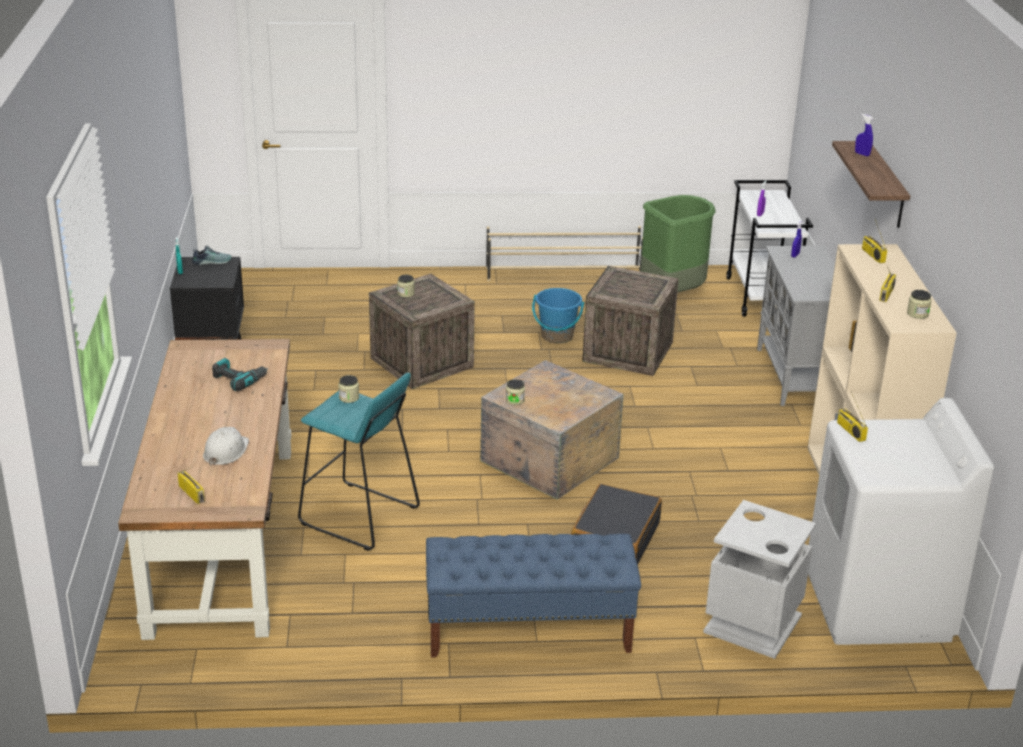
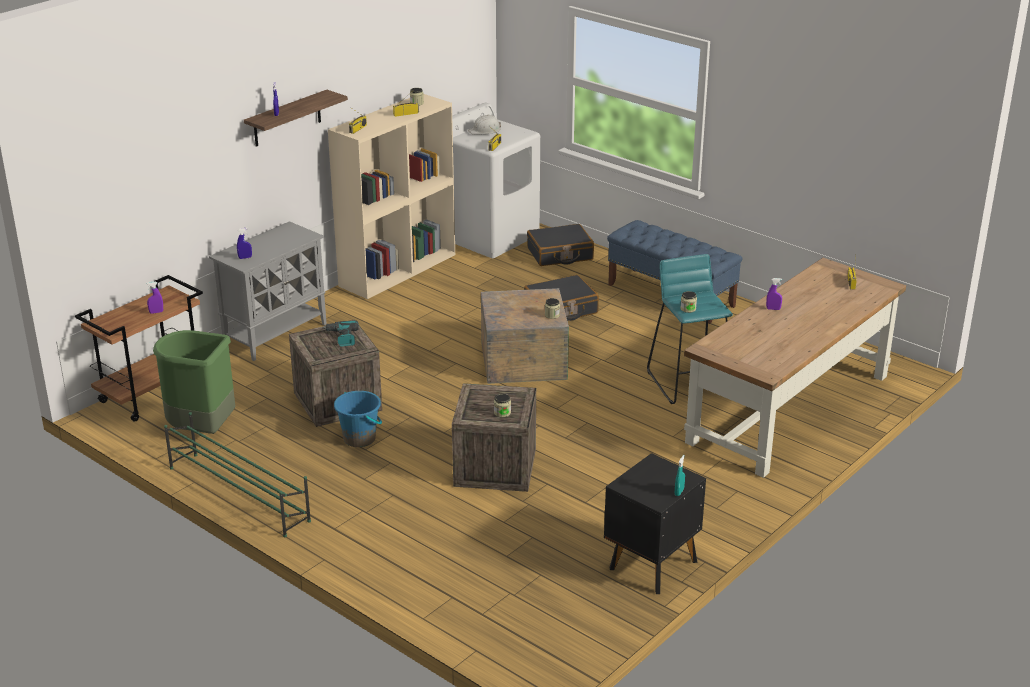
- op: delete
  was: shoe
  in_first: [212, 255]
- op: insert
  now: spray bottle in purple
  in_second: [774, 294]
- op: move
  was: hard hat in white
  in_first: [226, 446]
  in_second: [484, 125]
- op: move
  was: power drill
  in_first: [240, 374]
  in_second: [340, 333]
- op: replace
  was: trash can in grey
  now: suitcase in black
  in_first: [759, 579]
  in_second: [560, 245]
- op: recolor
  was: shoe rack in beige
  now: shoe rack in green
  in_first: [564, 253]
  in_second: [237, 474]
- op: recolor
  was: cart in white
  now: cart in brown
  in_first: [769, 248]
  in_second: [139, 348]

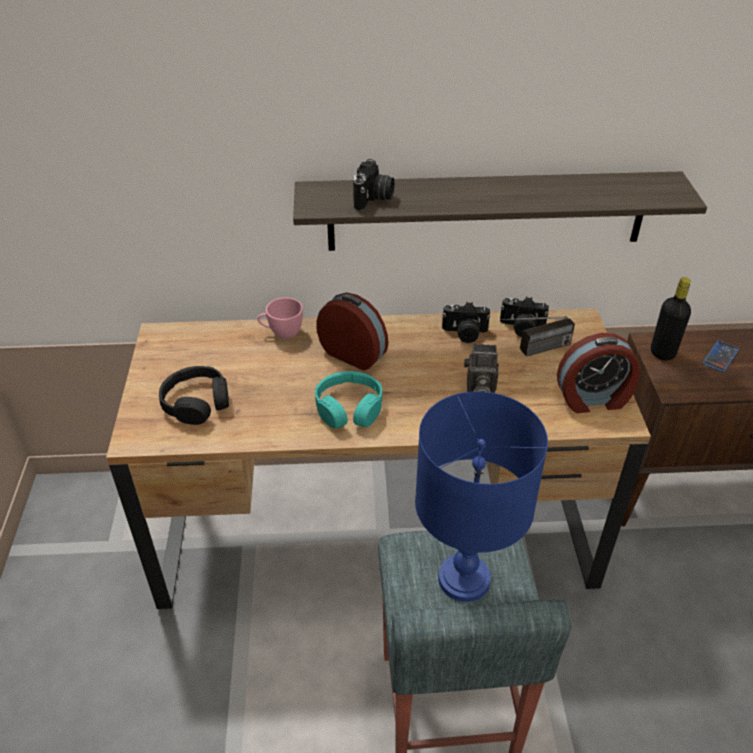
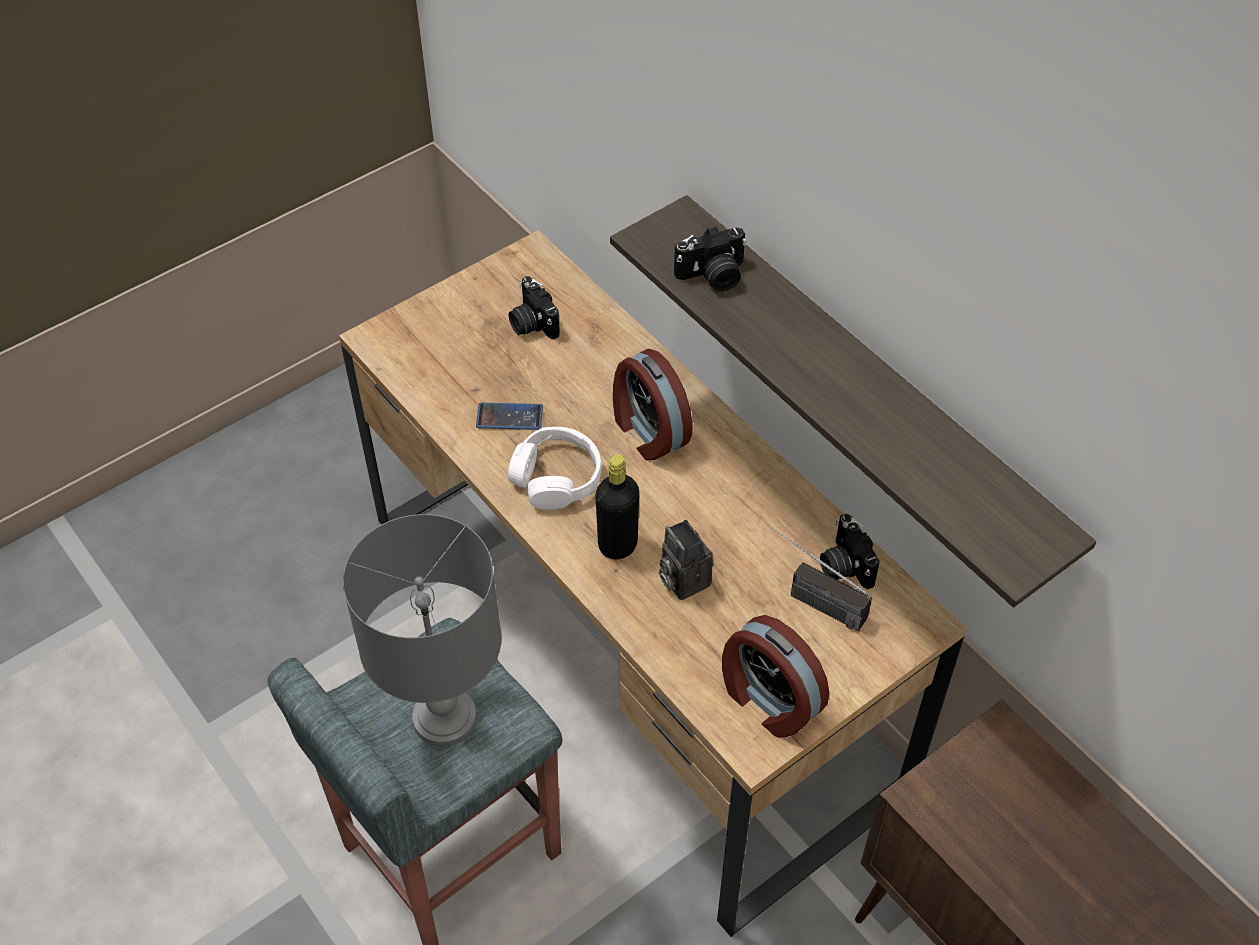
- op: delete
  was: headphones in black
  in_first: [194, 395]
- op: delete
  was: cup in pink
  in_first: [280, 318]
- op: move
  was: photo camera
  in_first: [466, 322]
  in_second: [534, 307]
- op: move
  was: bottle in black
  in_first: [671, 318]
  in_second: [617, 506]
- op: move
  was: phone
  in_first: [720, 356]
  in_second: [509, 416]
- op: recolor
  was: headphones in turquoise
  now: headphones in white
  in_first: [348, 400]
  in_second: [554, 468]
- op: recolor
  was: table lamp in blue
  now: table lamp in grey
  in_first: [481, 496]
  in_second: [422, 630]
- op: rotate
  was: alarm clock
  in_first: [352, 331]
  in_second: [653, 405]
  clockwise: 150

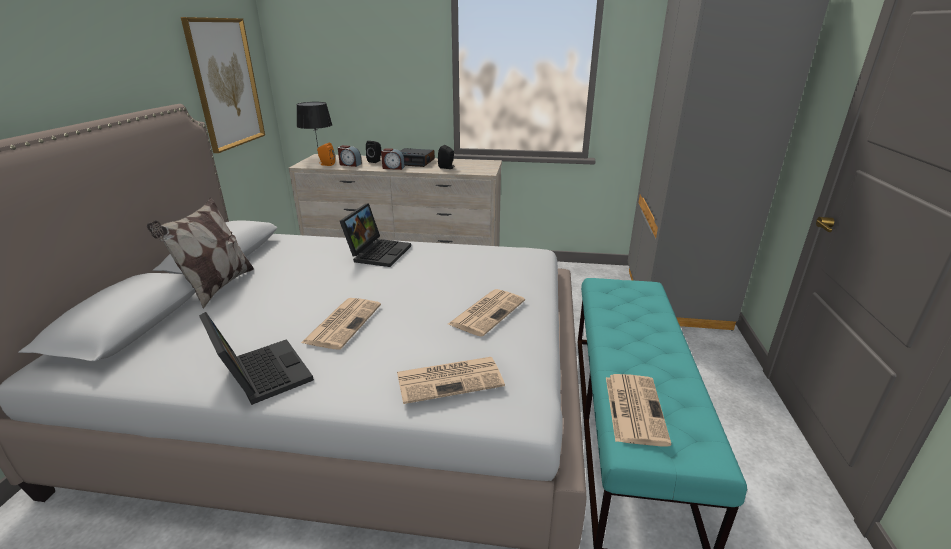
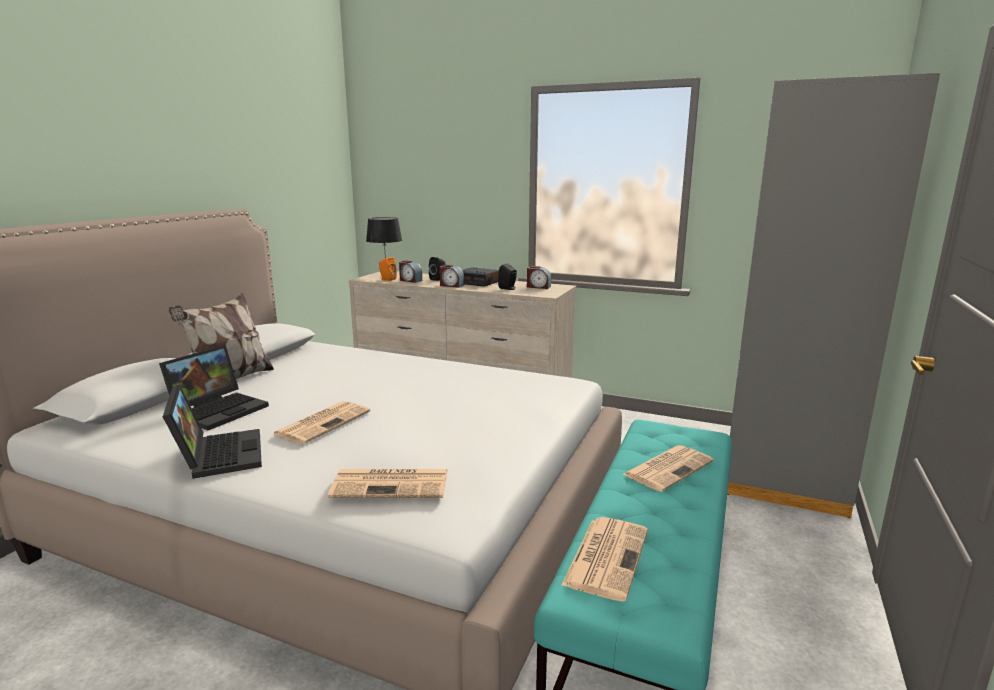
- op: delete
  was: picture
  in_first: [223, 85]
- op: insert
  now: alarm clock
  in_second: [539, 277]
- op: move
  was: laptop
  in_first: [375, 235]
  in_second: [214, 388]
- op: move
  was: newspaper
  in_first: [486, 313]
  in_second: [668, 468]

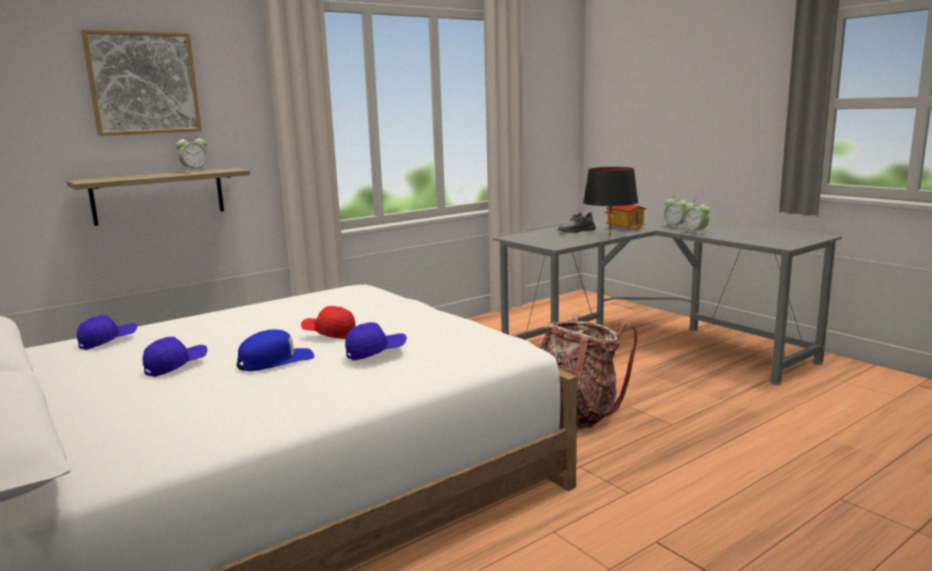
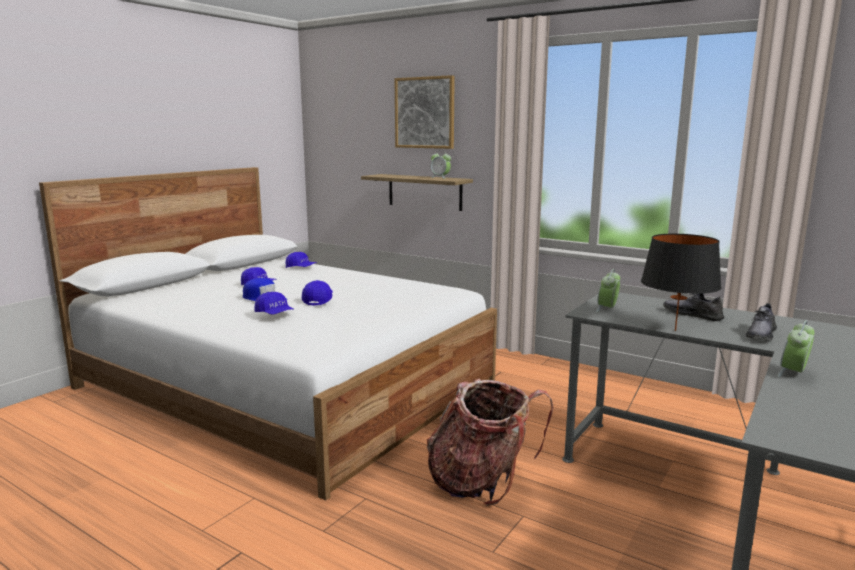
- op: move
  was: alarm clock
  in_first: [676, 212]
  in_second: [608, 290]
- op: replace
  was: toy house
  now: shoe in grey
  in_first: [626, 218]
  in_second: [761, 322]
- op: recolor
  was: cap in red
  now: cap in blue
  in_first: [328, 322]
  in_second: [317, 292]

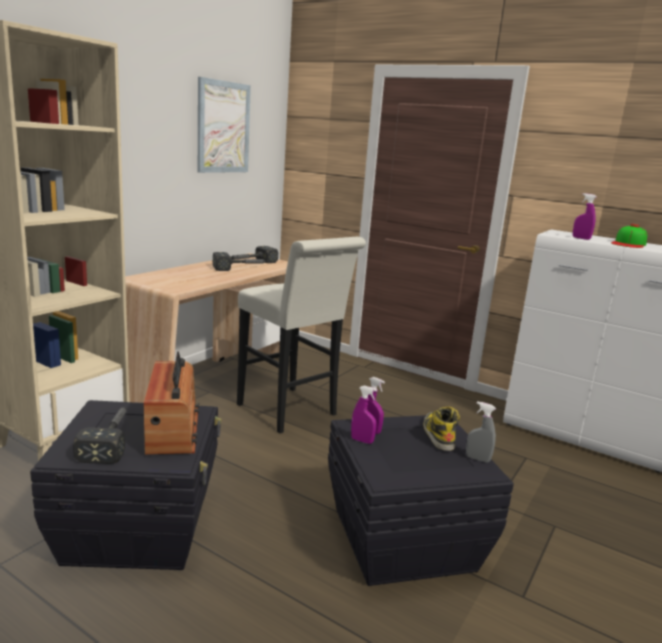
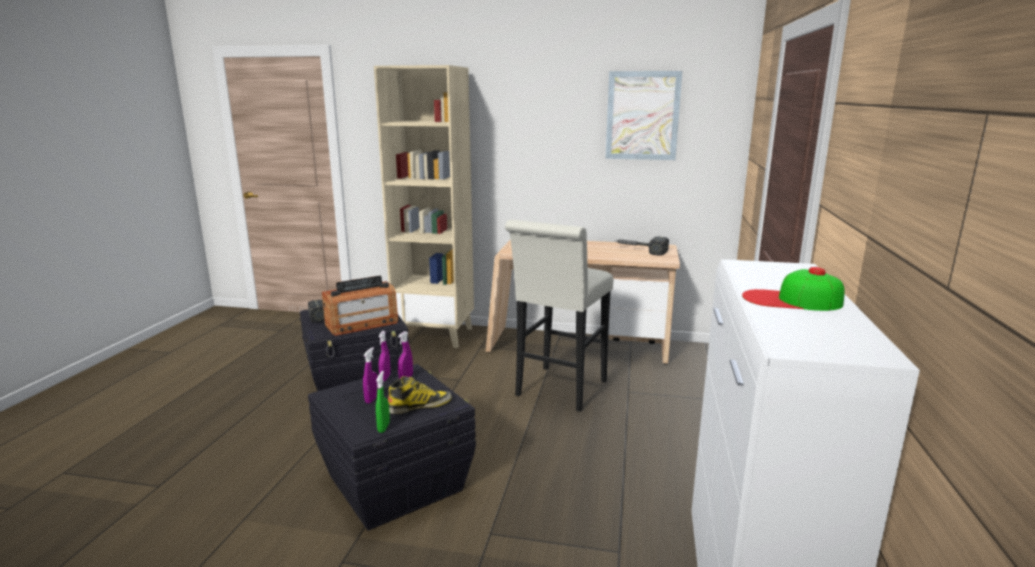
- op: delete
  was: hammer
  in_first: [240, 261]
- op: move
  was: spray bottle in purple
  in_first: [584, 216]
  in_second: [370, 375]
- op: recolor
  was: spray bottle in grey
  now: spray bottle in green
  in_first: [481, 432]
  in_second: [383, 402]

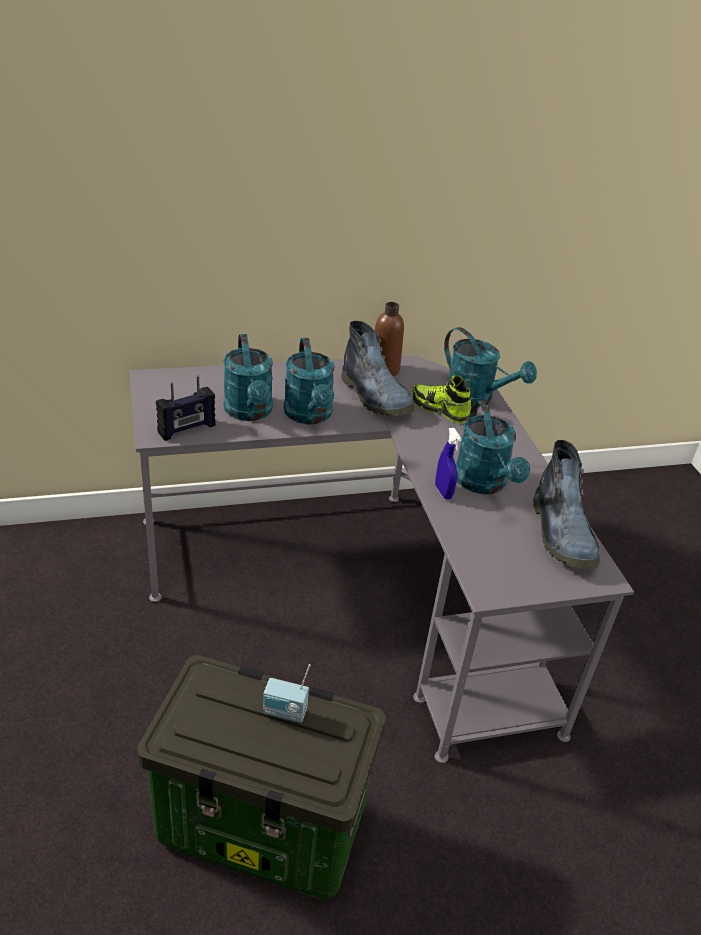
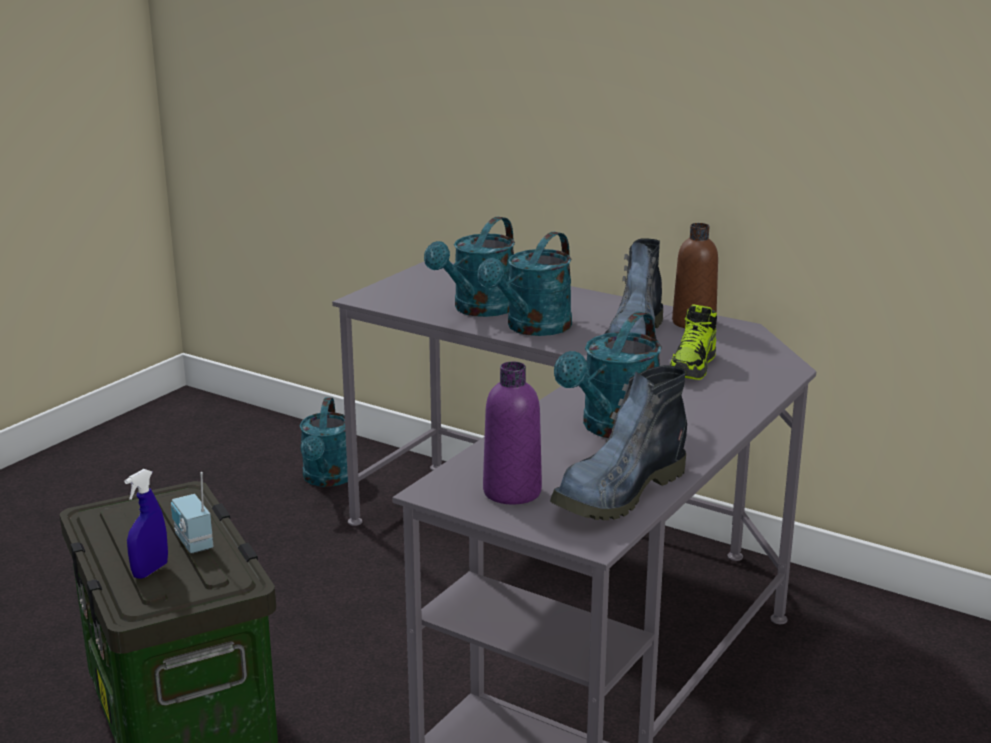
- op: delete
  was: radio
  in_first: [186, 408]
- op: insert
  now: bottle in purple
  in_second: [512, 433]
- op: move
  was: spray bottle in blue
  in_first: [448, 463]
  in_second: [146, 524]
- op: move
  was: watering can in turquoise
  in_first: [490, 367]
  in_second: [324, 442]
- op: rotate
  was: shoe
  in_first: [442, 399]
  in_second: [693, 342]
  clockwise: -150

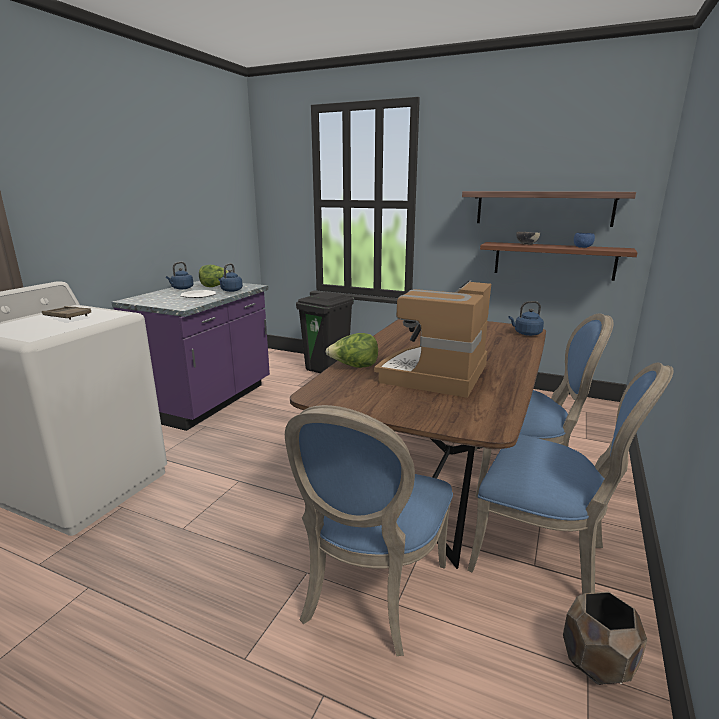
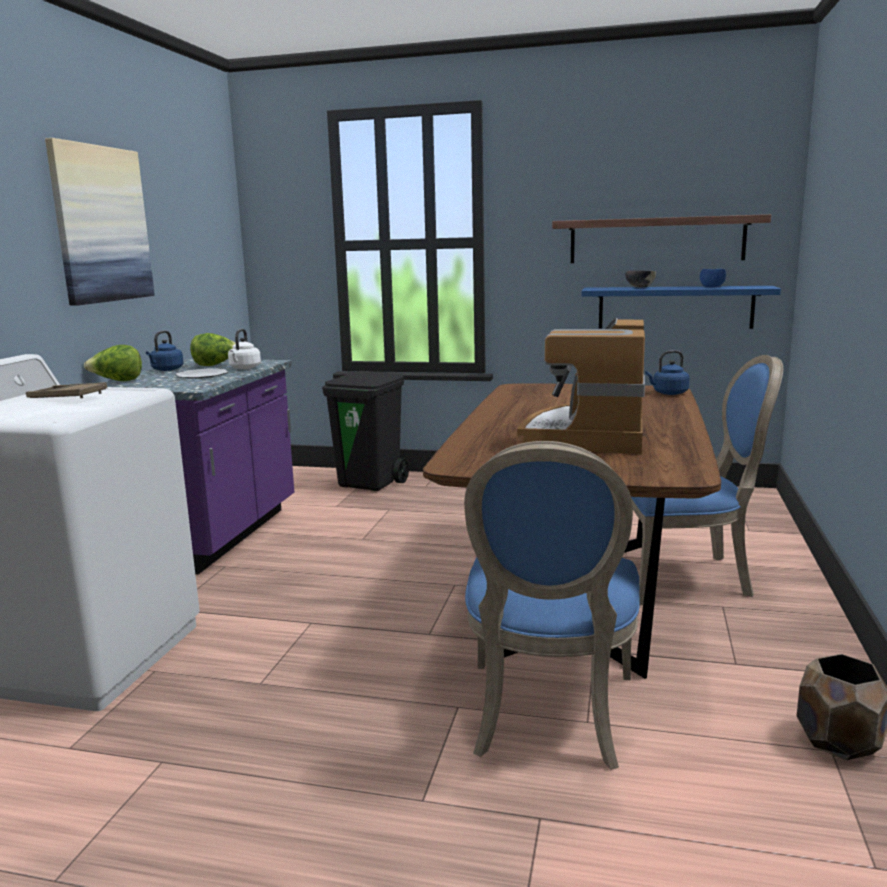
- op: delete
  was: chair in blue
  in_first: [570, 478]
- op: insert
  now: picture
  in_second: [100, 222]
- op: move
  was: lettuce
  in_first: [351, 350]
  in_second: [113, 363]
- op: recolor
  was: kettle in blue
  now: kettle in white
  in_first: [230, 277]
  in_second: [244, 349]
- op: recolor
  was: shelf in brown
  now: shelf in blue
  in_first: [559, 261]
  in_second: [681, 307]

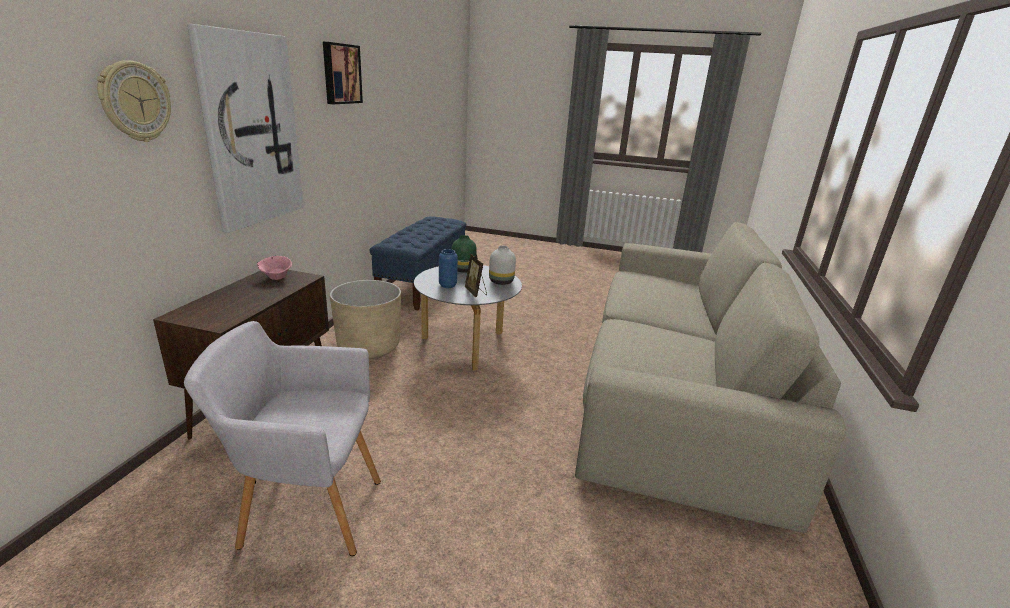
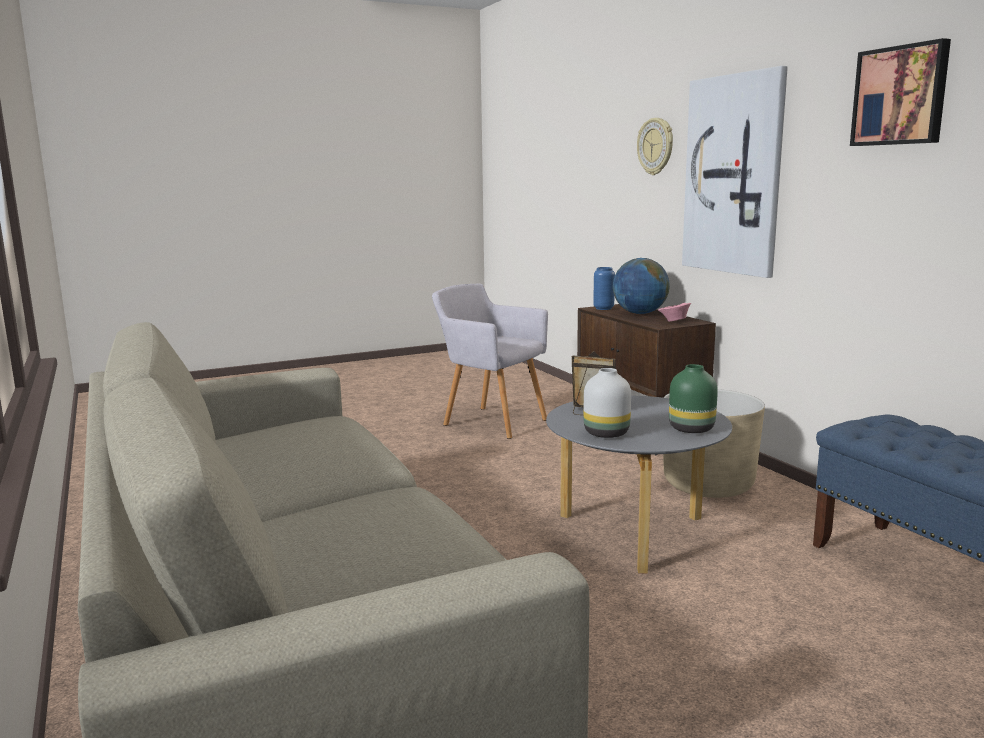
- op: insert
  now: globe
  in_second: [641, 286]
- op: move
  was: vase in blue
  in_first: [448, 268]
  in_second: [604, 288]
- op: rotate
  was: armchair in grey
  in_first: [282, 438]
  in_second: [490, 361]
  clockwise: -105

